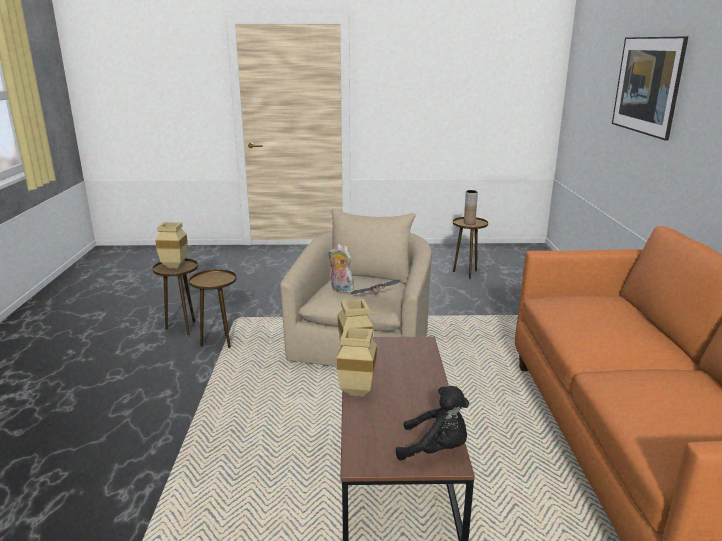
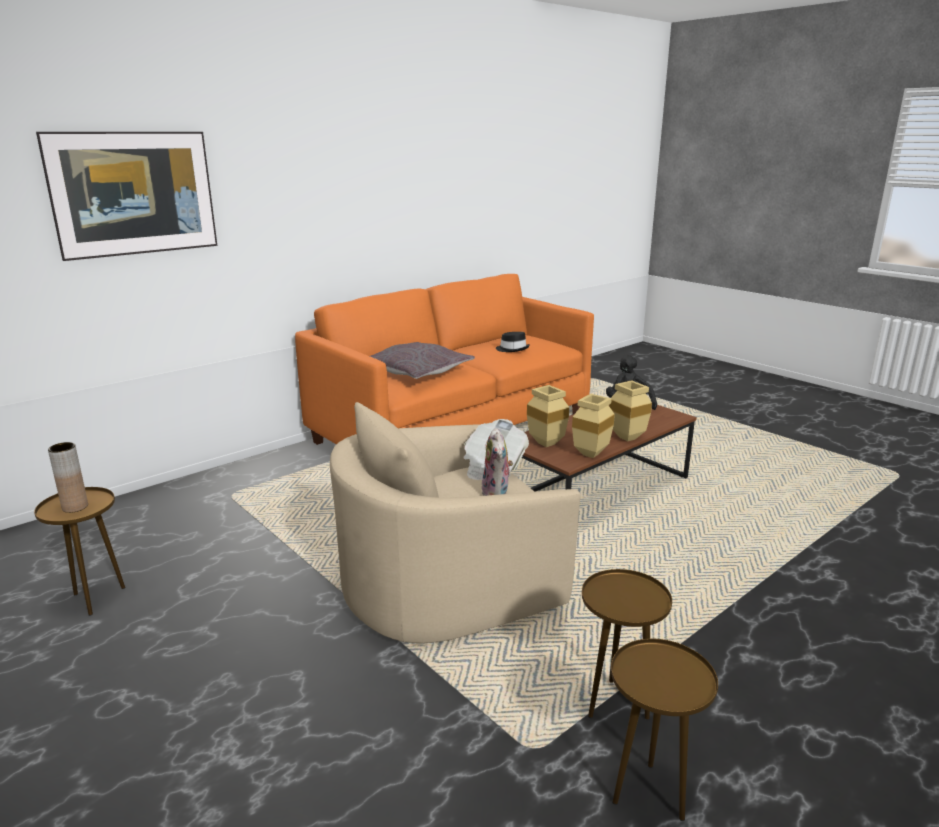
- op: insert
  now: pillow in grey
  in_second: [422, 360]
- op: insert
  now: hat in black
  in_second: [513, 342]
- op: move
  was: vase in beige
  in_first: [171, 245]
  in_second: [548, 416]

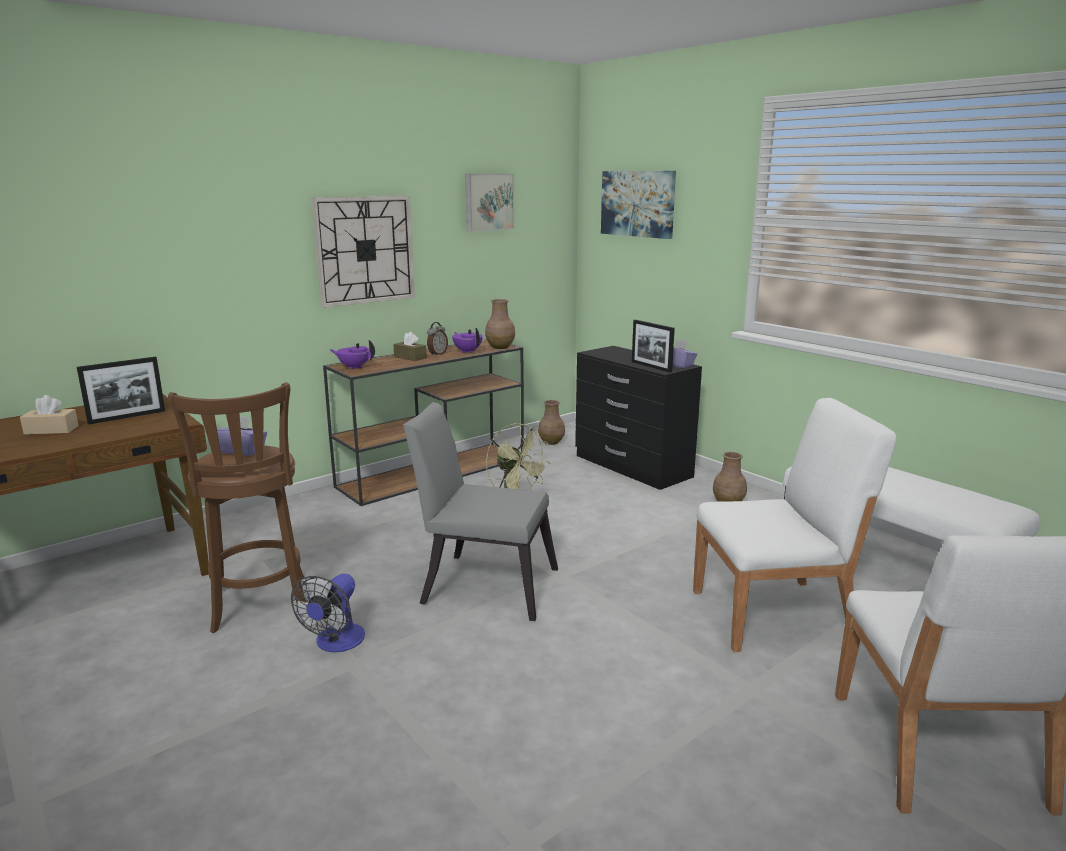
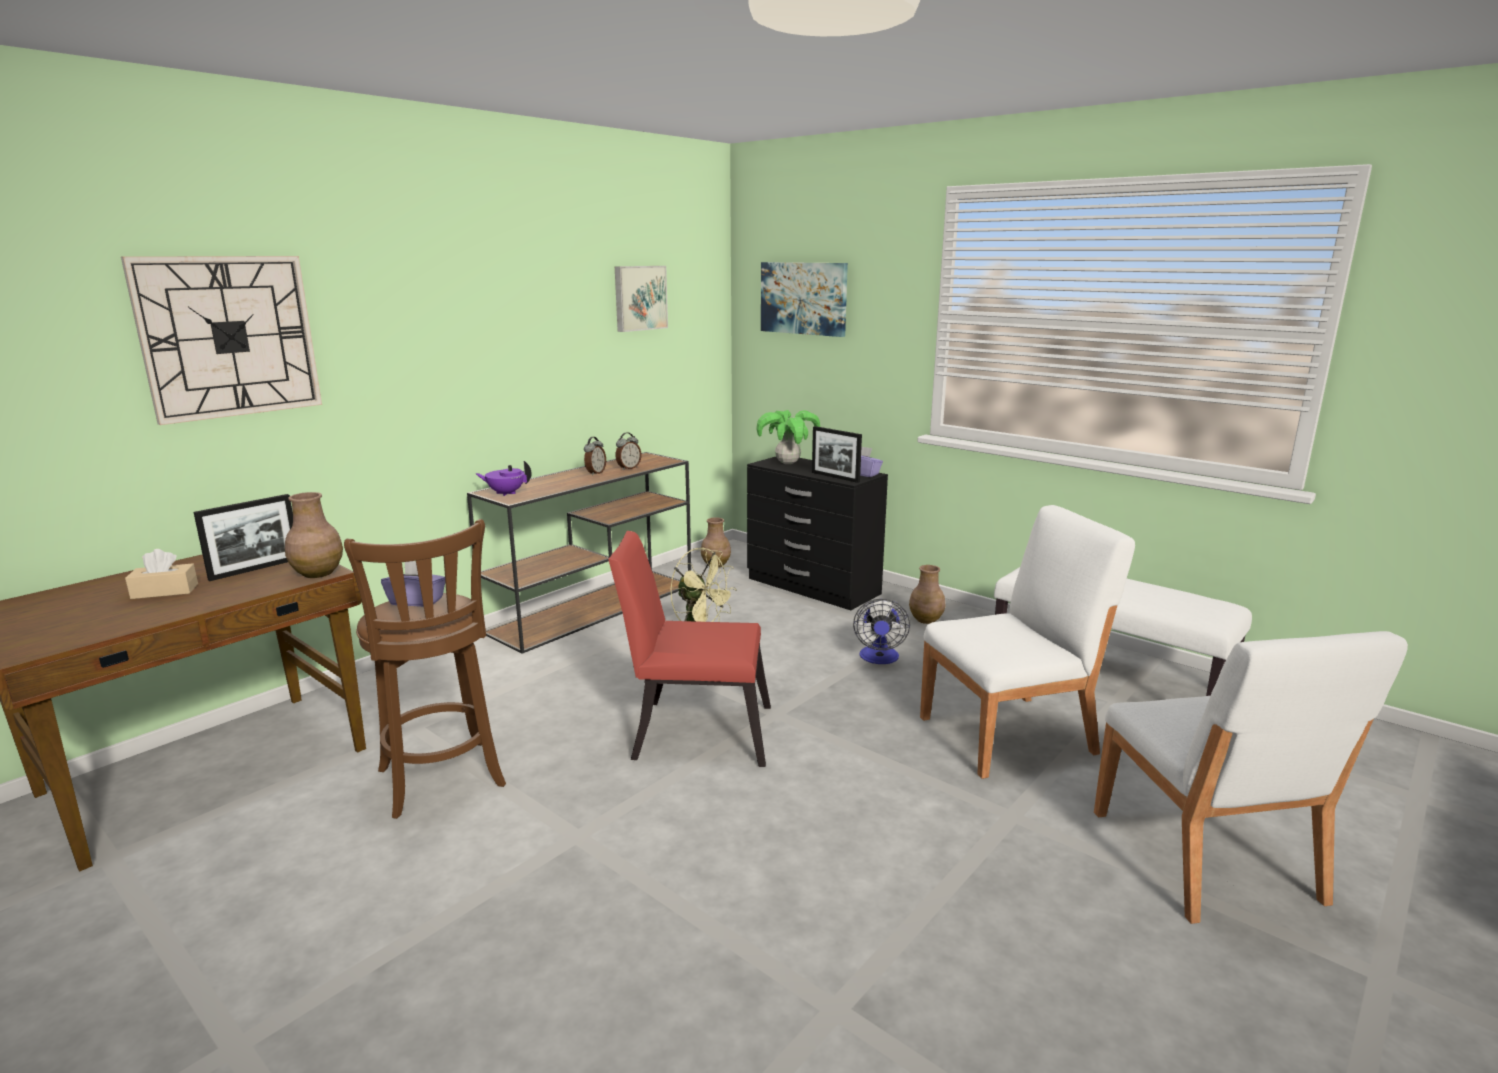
- op: delete
  was: tissue box in brown
  in_first: [410, 346]
- op: insert
  now: potted plant
  in_second: [788, 437]
- op: move
  was: fan
  in_first: [328, 613]
  in_second: [881, 631]
- op: move
  was: wall clock
  in_first: [363, 252]
  in_second: [221, 340]
- op: move
  was: vase in brown
  in_first: [500, 324]
  in_second: [314, 535]
- op: replace
  was: teapot in purple
  now: alarm clock
  in_first: [467, 340]
  in_second: [628, 451]
- op: recolor
  was: chair in grey
  now: chair in red
  in_first: [480, 511]
  in_second: [689, 649]

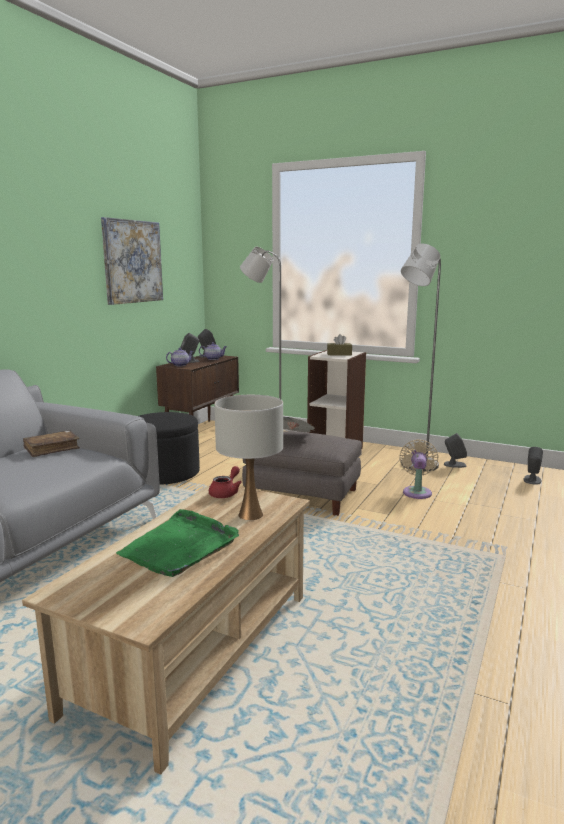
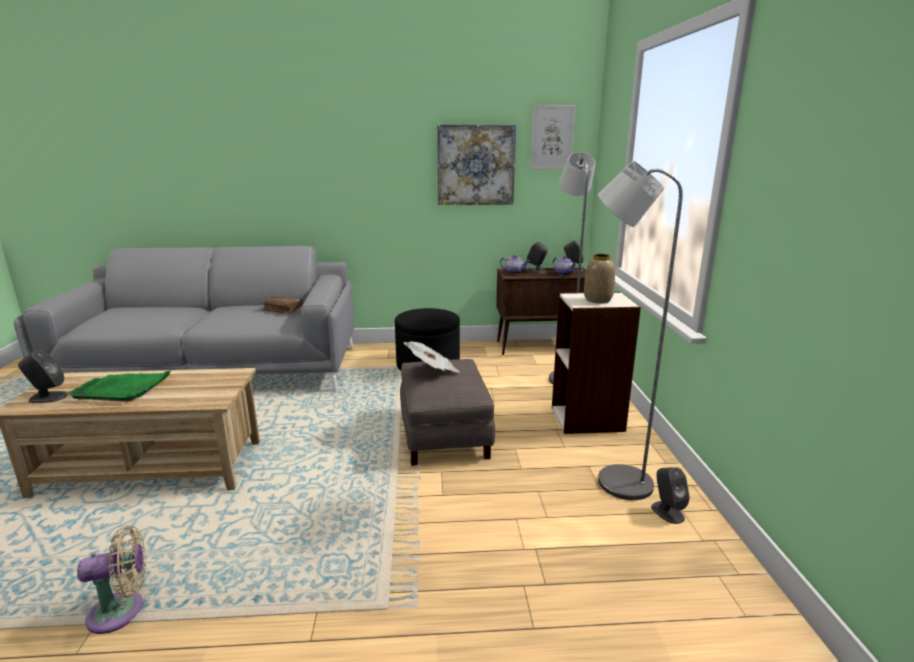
- op: delete
  was: teapot in red
  in_first: [225, 482]
- op: delete
  was: table lamp in white
  in_first: [248, 457]
- op: insert
  now: picture
  in_second: [553, 137]
- op: move
  was: fan in beige
  in_first: [419, 469]
  in_second: [111, 579]
- op: move
  was: speaker in grey
  in_first: [533, 466]
  in_second: [43, 376]
- op: replace
  was: tissue box in brown
  now: vase
  in_first: [339, 344]
  in_second: [599, 278]

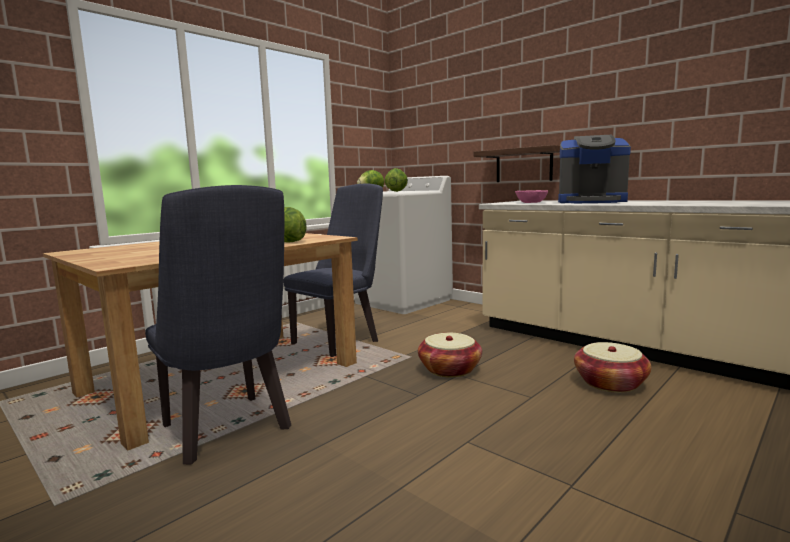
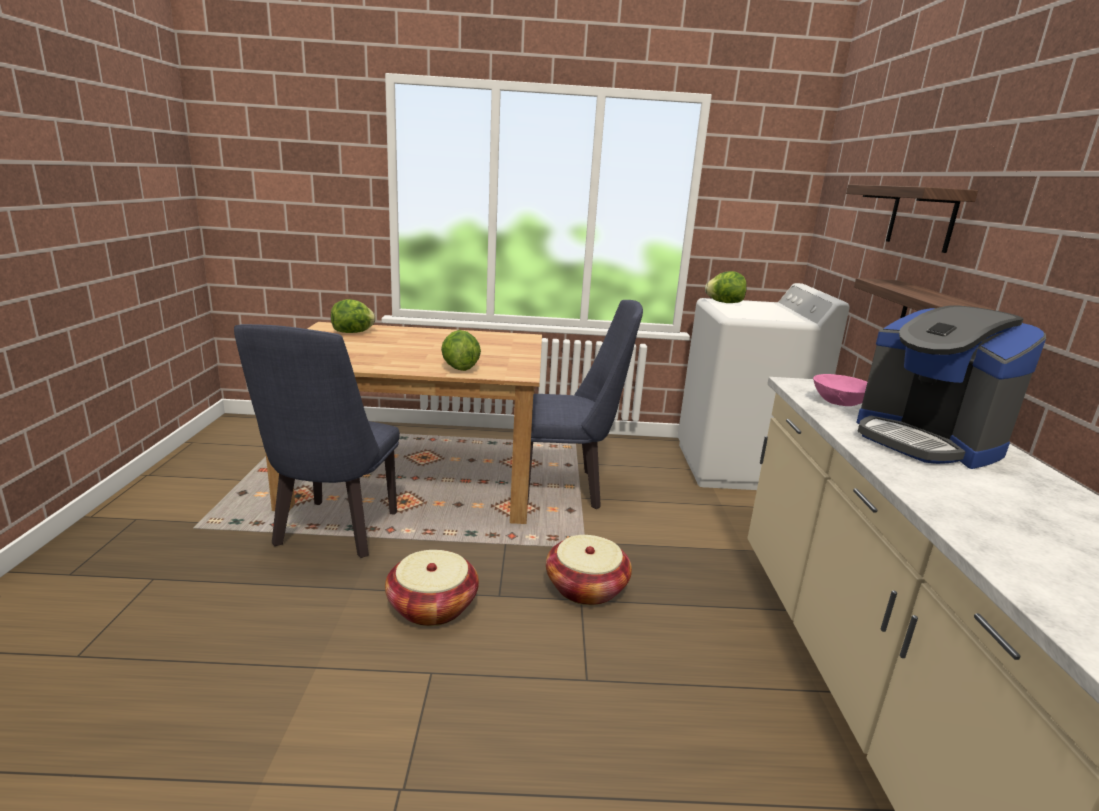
- op: insert
  now: shelf
  in_second: [912, 218]
- op: move
  was: lettuce
  in_first: [396, 180]
  in_second: [353, 316]
- op: move
  was: basket
  in_first: [612, 367]
  in_second: [432, 588]

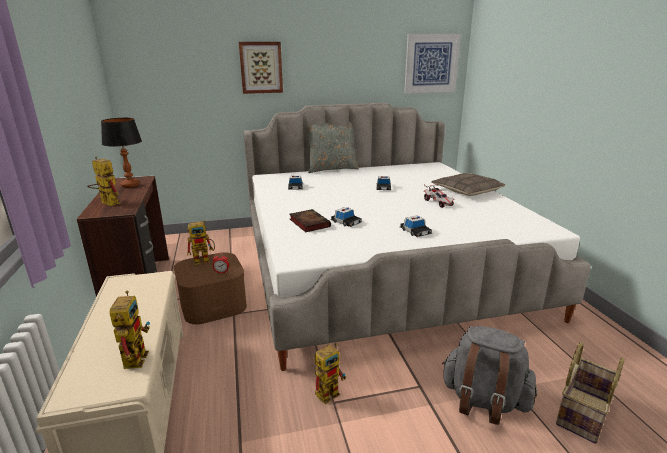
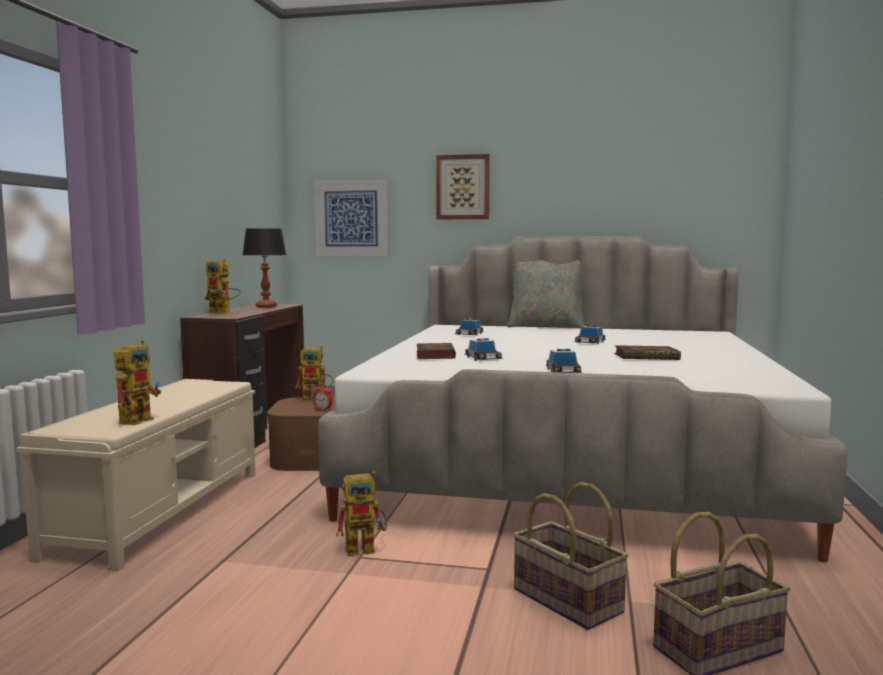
- op: delete
  was: pillow
  in_first: [468, 184]
- op: move
  was: picture
  in_first: [432, 63]
  in_second: [351, 218]
- op: replace
  was: toy car
  now: book
  in_first: [439, 195]
  in_second: [647, 352]
- op: replace
  was: backpack in grey
  now: basket
  in_first: [489, 375]
  in_second: [570, 556]
- op: rotate
  was: toy robot
  in_first: [104, 181]
  in_second: [223, 286]
  clockwise: 150

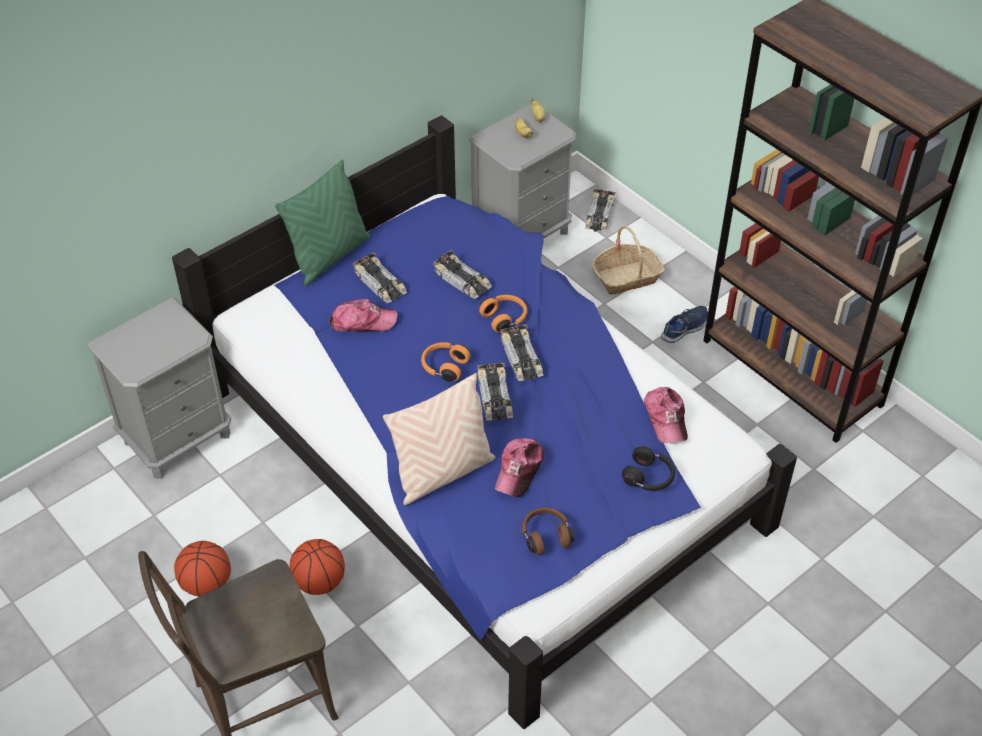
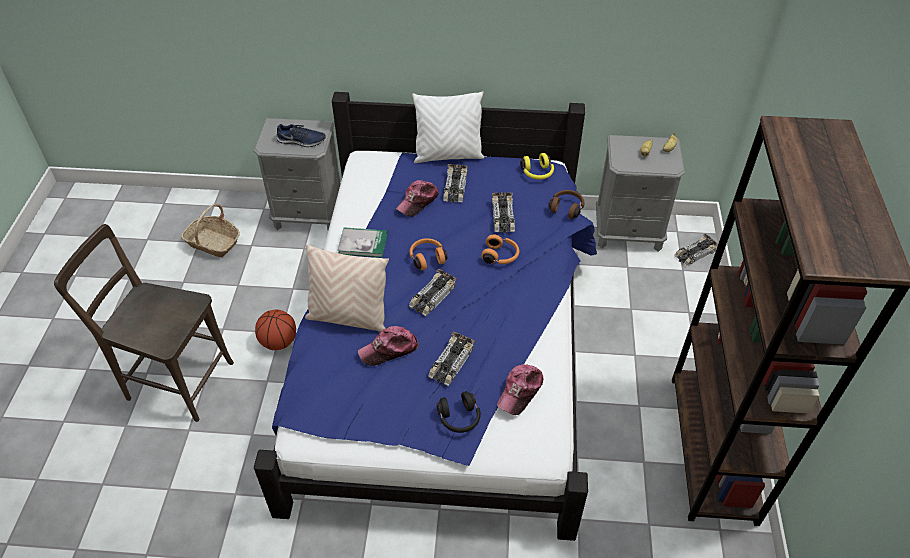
- op: delete
  was: basketball
  in_first: [202, 569]
- op: insert
  now: book
  in_second: [362, 243]
- op: insert
  now: headphones in yellow
  in_second: [537, 166]
- op: move
  was: toy car
  in_first: [521, 352]
  in_second: [451, 358]
- op: move
  was: headphones in brown
  in_first: [548, 531]
  in_second: [566, 204]
- op: move
  was: basket
  in_first: [628, 260]
  in_second: [210, 230]
- op: move
  was: shoe in blue
  in_first: [684, 324]
  in_second: [301, 135]
- op: recolor
  was: pillow in green
  now: pillow in white
  in_first: [322, 223]
  in_second: [448, 127]
- op: rotate
  was: cap
  in_first: [363, 315]
  in_second: [417, 198]
  clockwise: 90

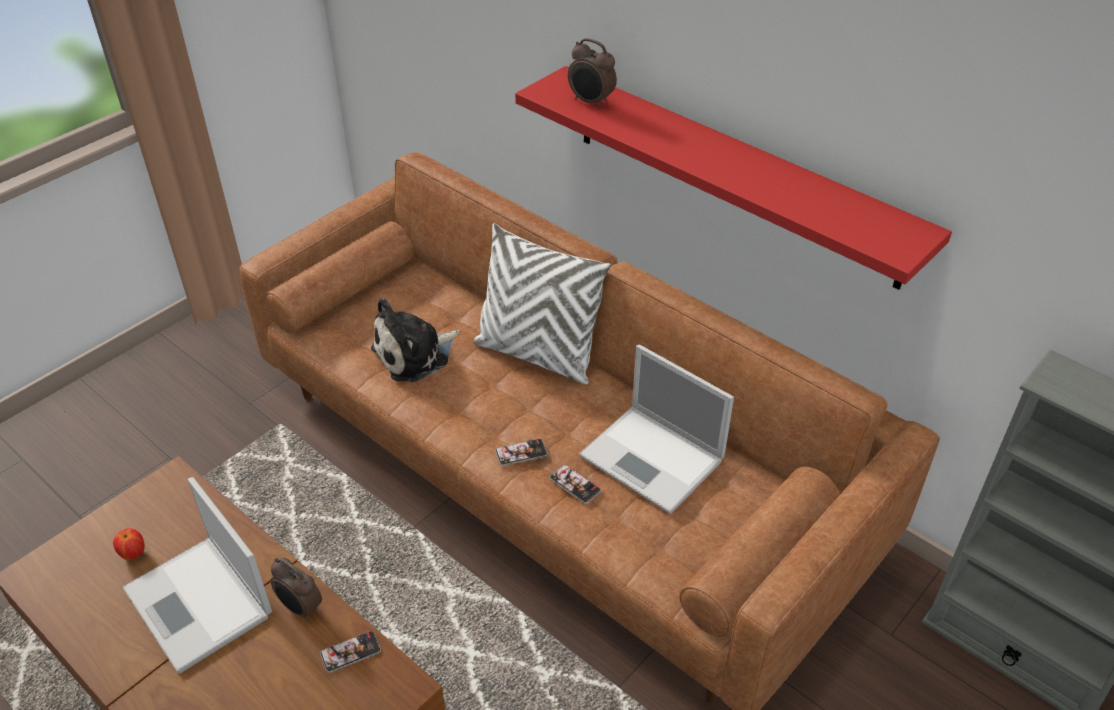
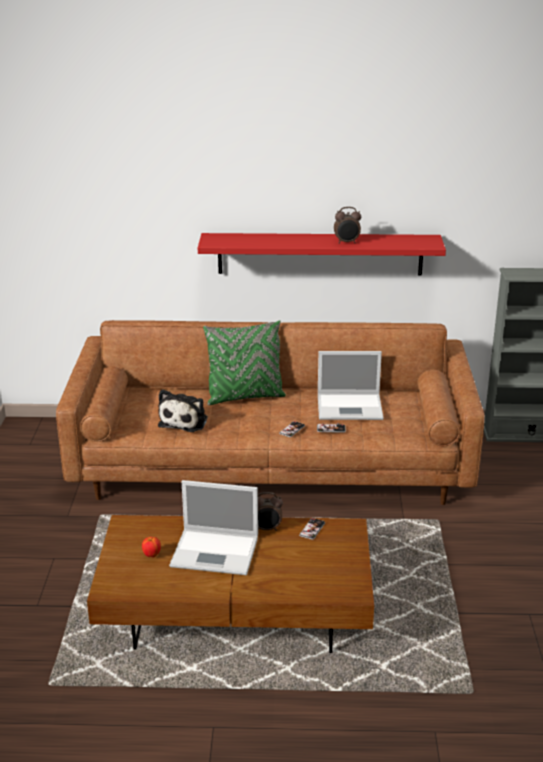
- op: move
  was: alarm clock
  in_first: [592, 73]
  in_second: [347, 225]
- op: recolor
  was: pillow in white
  now: pillow in green
  in_first: [542, 303]
  in_second: [244, 362]

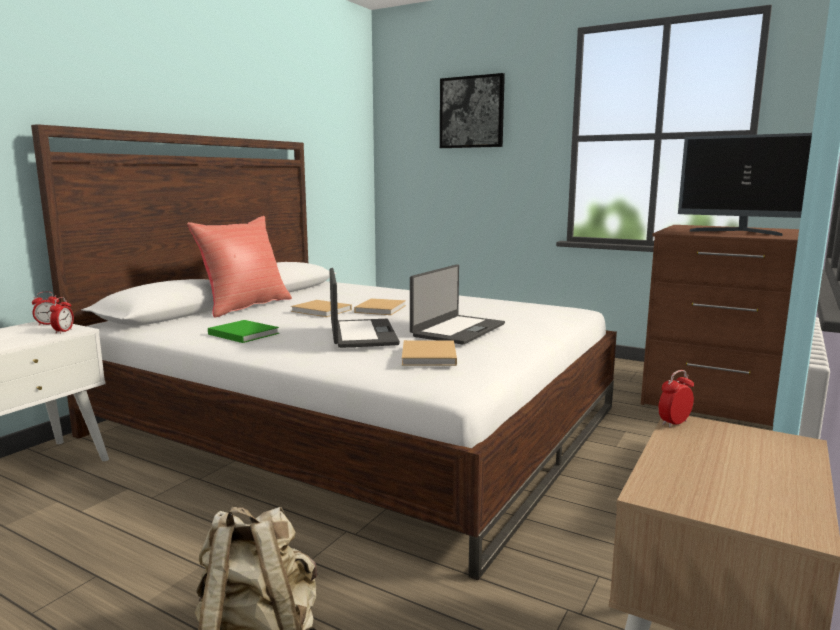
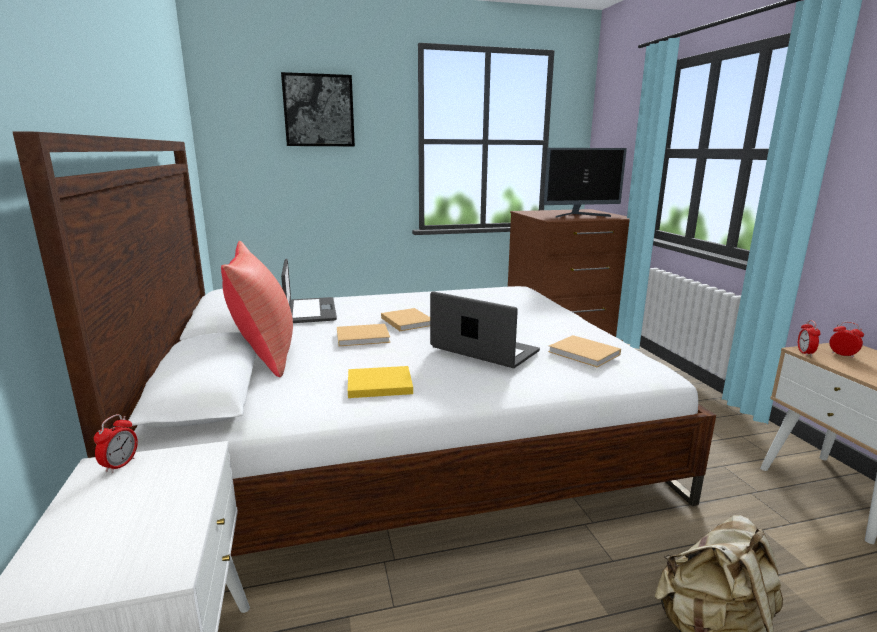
- op: move
  was: alarm clock
  in_first: [62, 315]
  in_second: [846, 340]
- op: move
  was: laptop
  in_first: [457, 304]
  in_second: [309, 291]
- op: recolor
  was: book in green
  now: book in yellow
  in_first: [243, 331]
  in_second: [380, 382]

